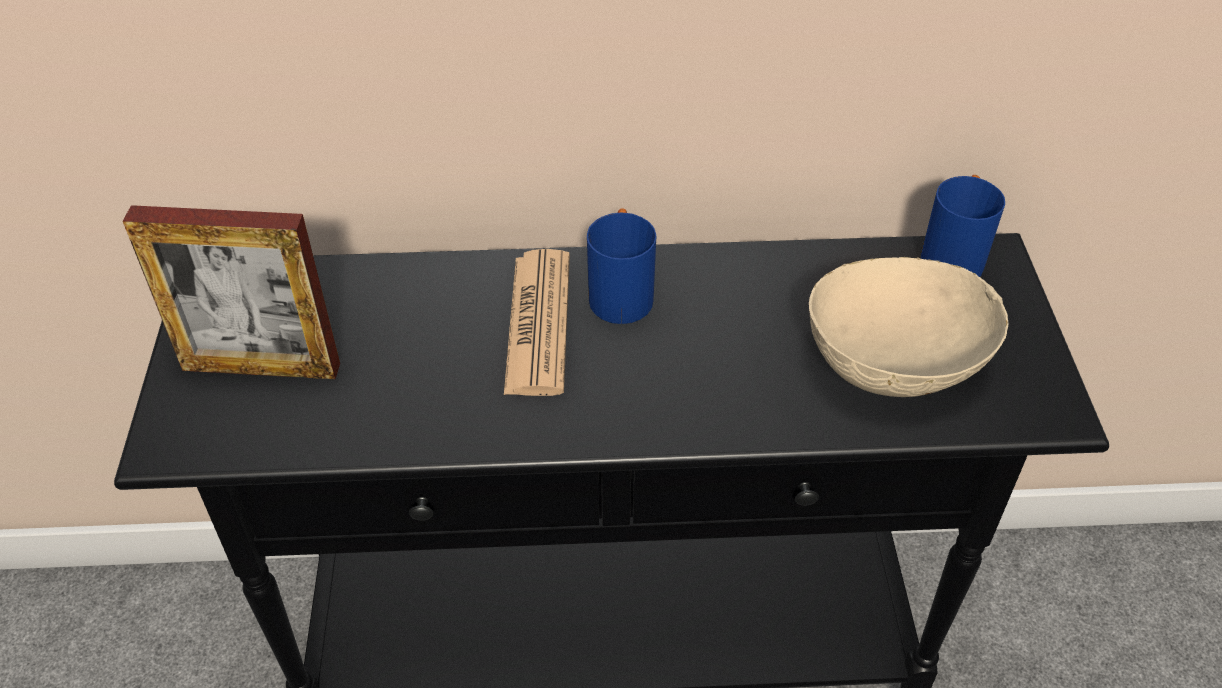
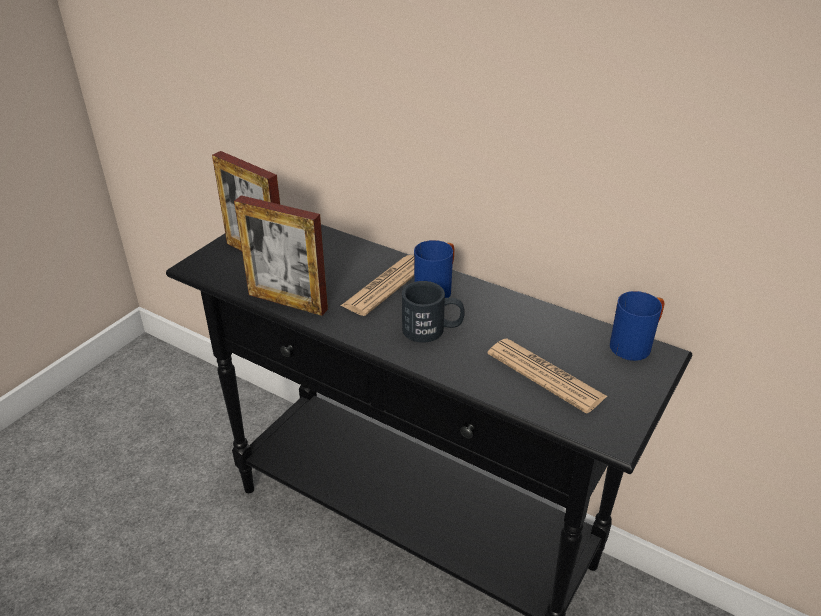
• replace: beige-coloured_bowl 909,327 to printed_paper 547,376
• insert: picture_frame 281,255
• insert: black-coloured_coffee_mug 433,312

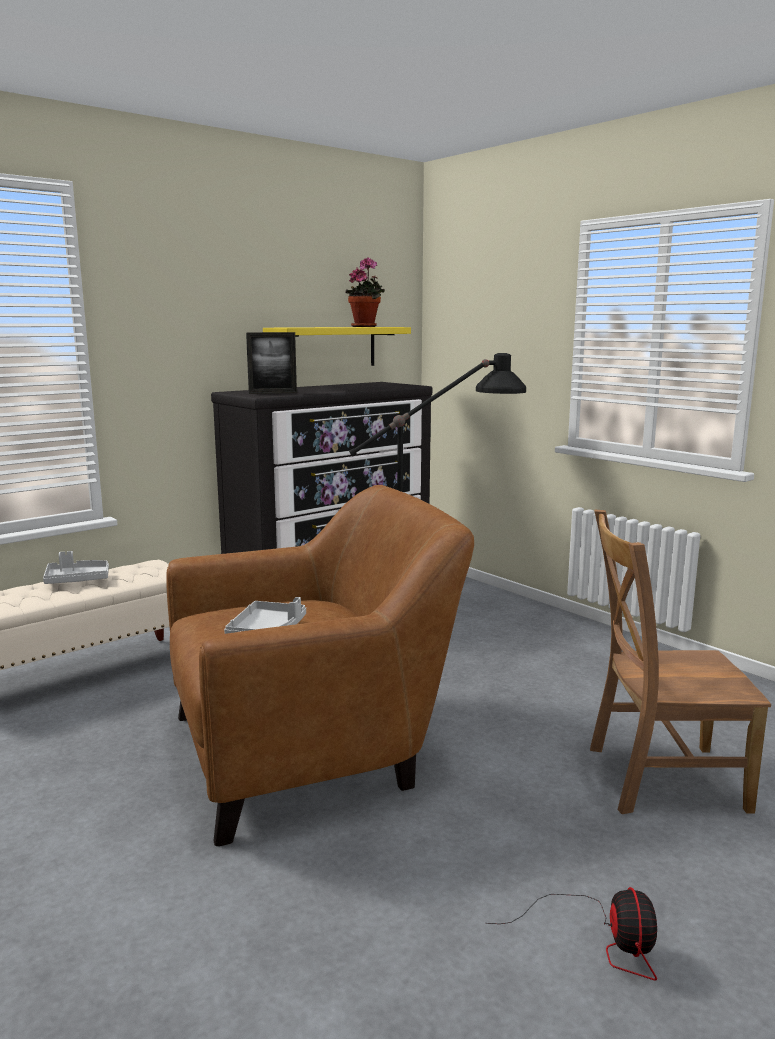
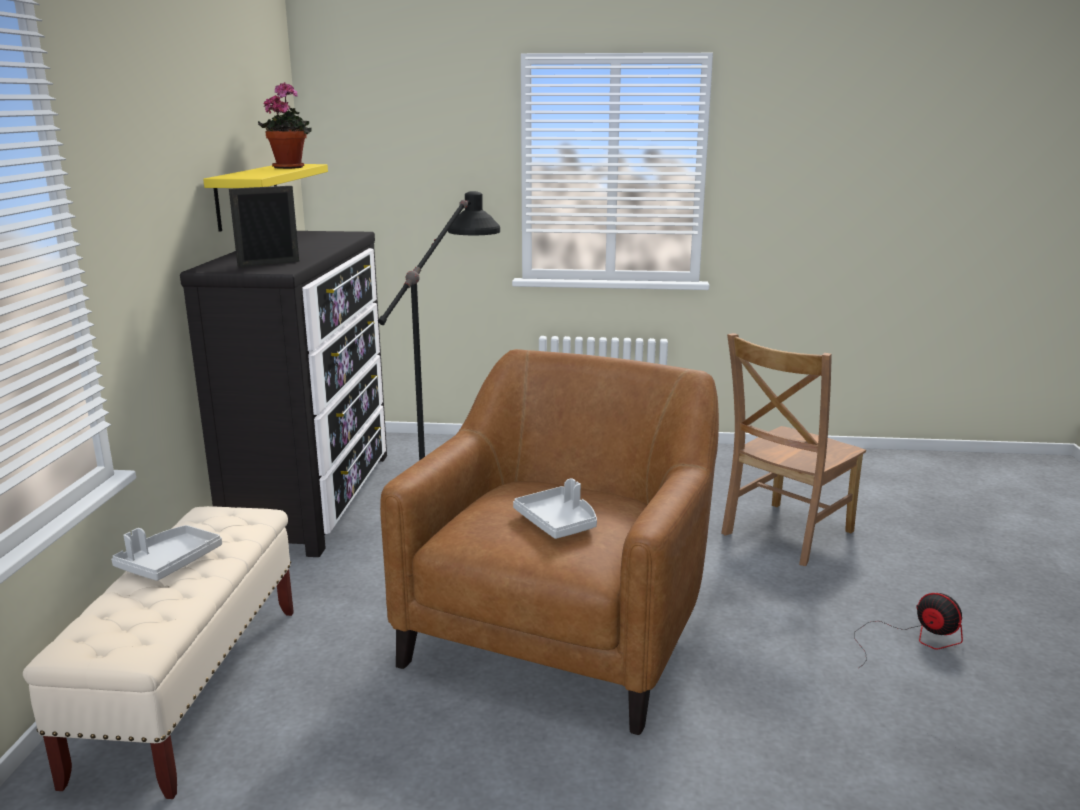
• rotate: picture_frame 271,363 = 264,226 150 degrees counterclockwise

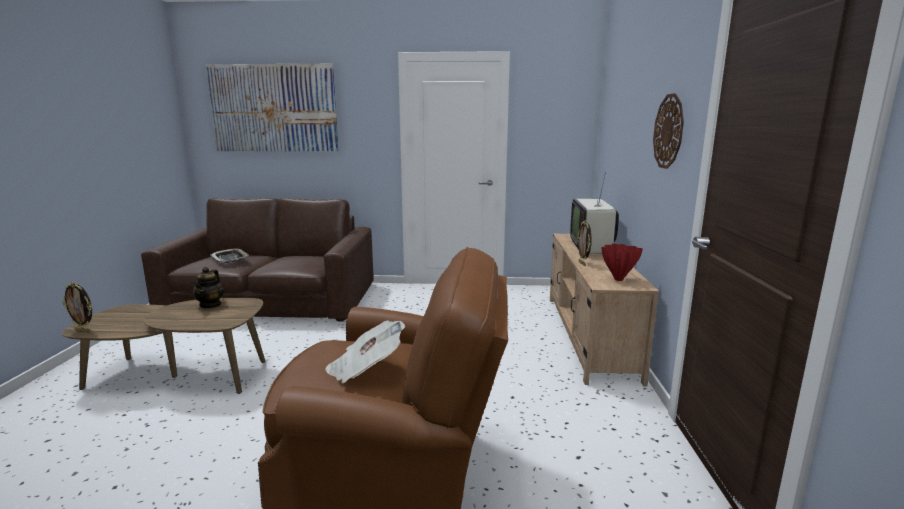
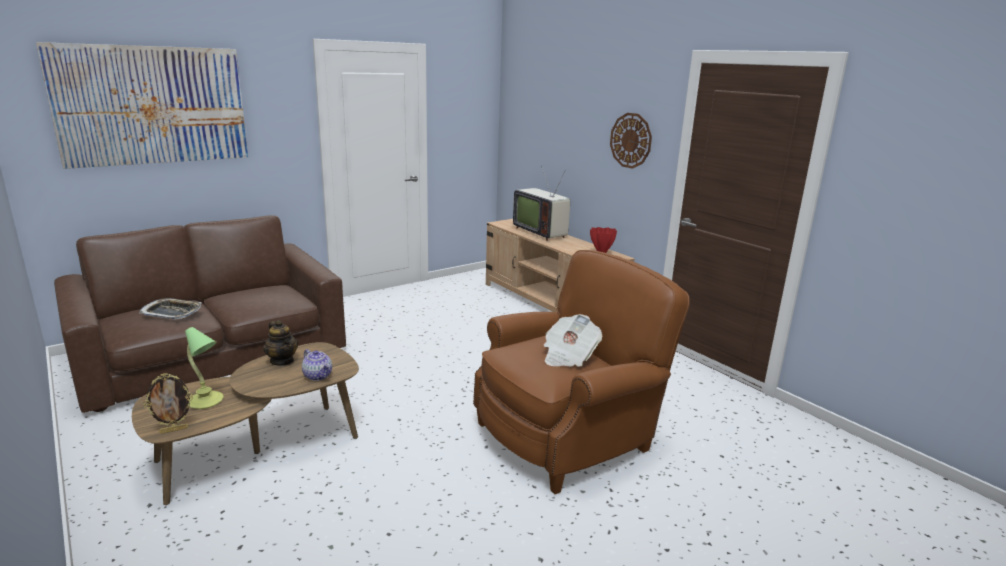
• delete: picture_frame 584,243
• insert: tabletop_lamp 204,368
• insert: tea_pot 317,365

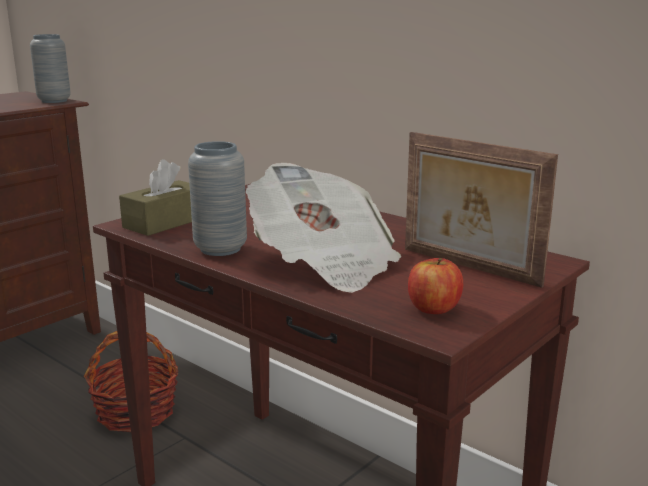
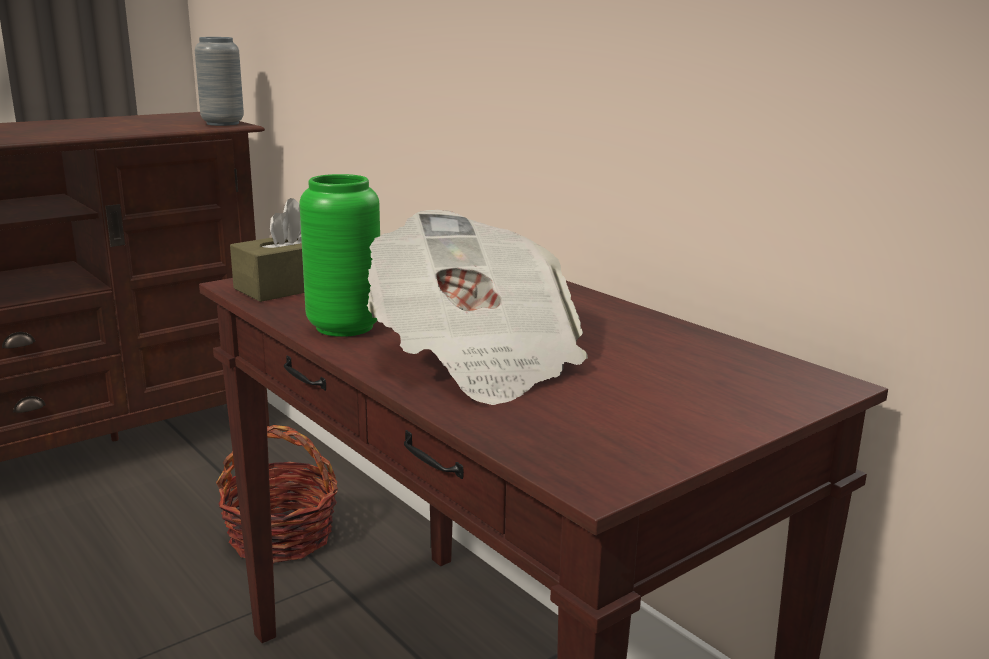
• recolor: grey_vase 217,198 to greenish_vase 339,255
• delete: picture_frame 481,210
• delete: apple_fruit 435,286

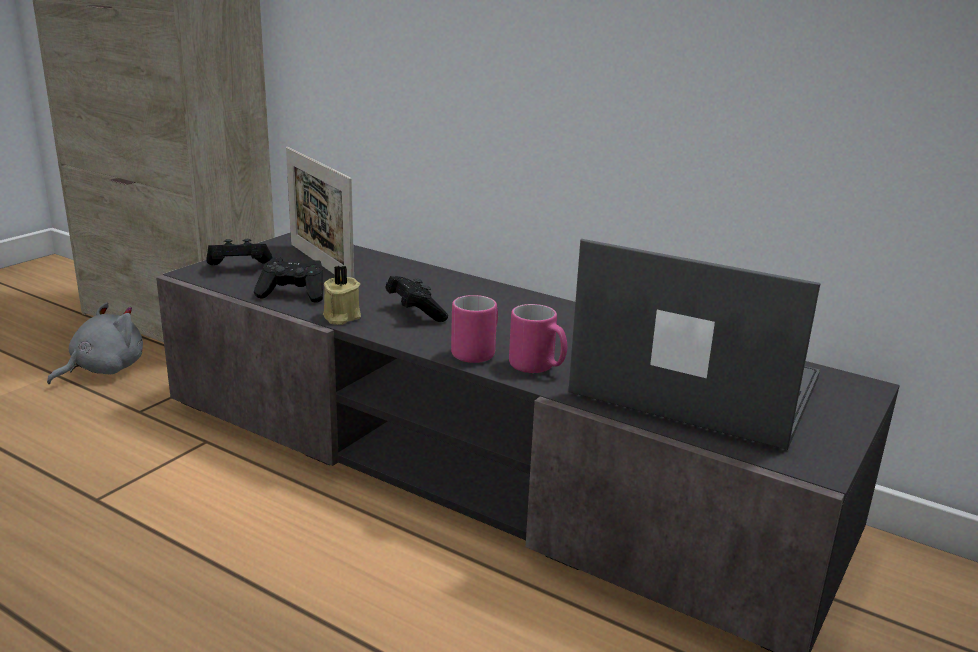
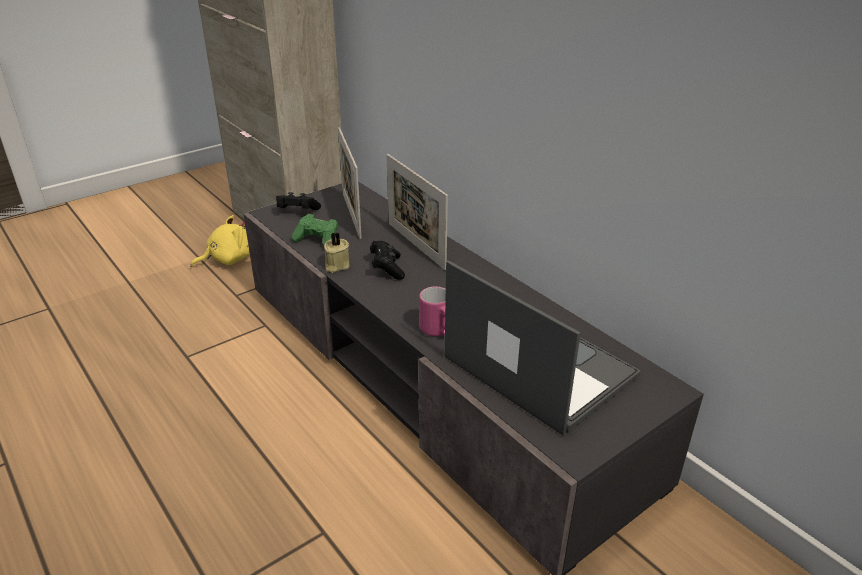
• recolor: grey_cuddly_toy 95,343 to yellow_cuddly_toy 220,241
• recolor: black-coloured_joypad 288,280 to greenish_joypad 315,229
• delete: pinkish_coffee_mug 474,329
• insert: picture_frame 417,212

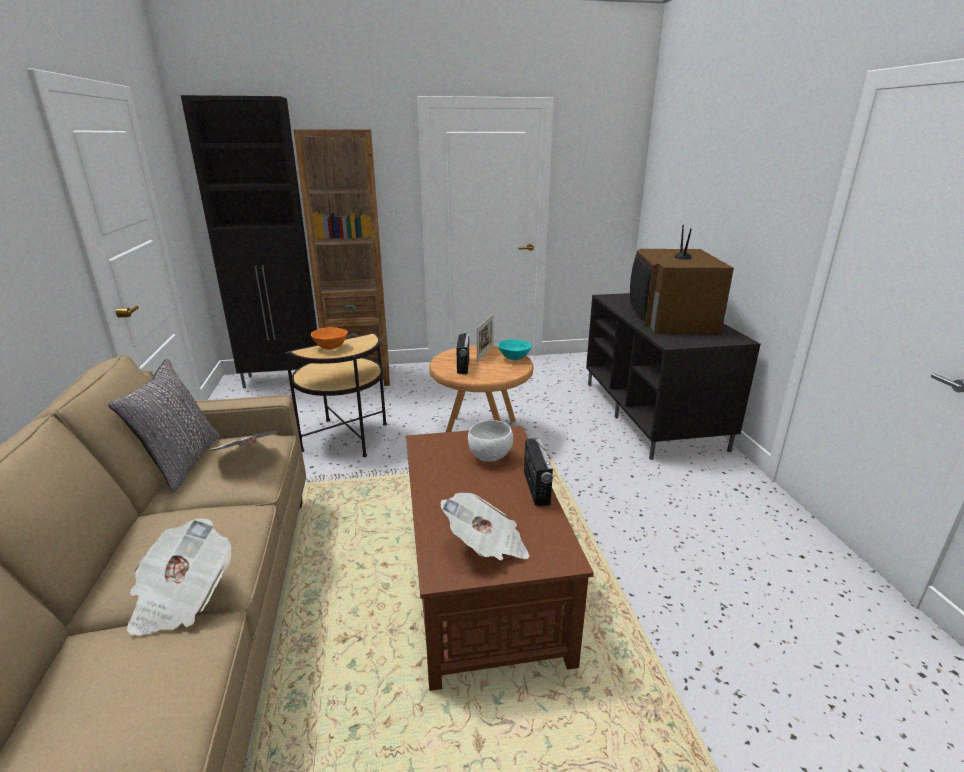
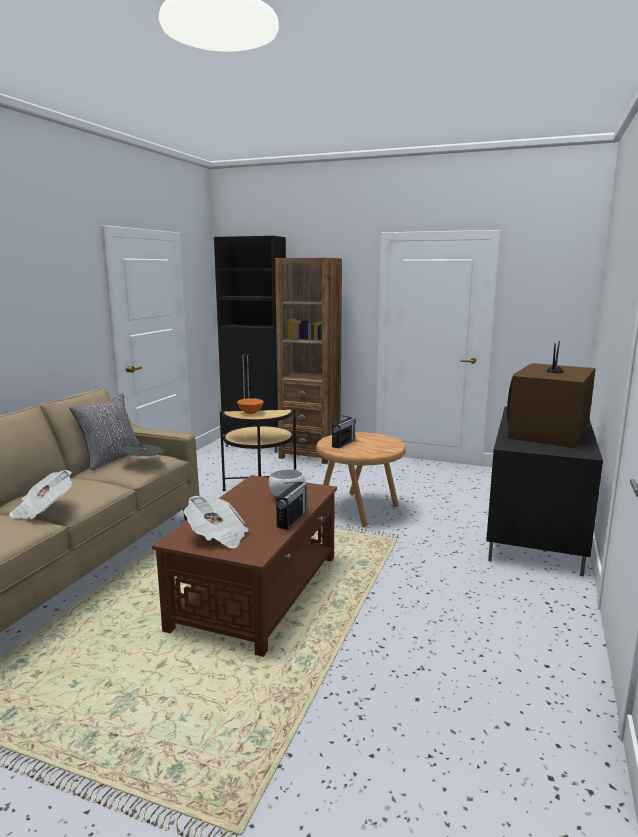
• delete: picture_frame 485,338
• delete: blue-green_bowl 515,349

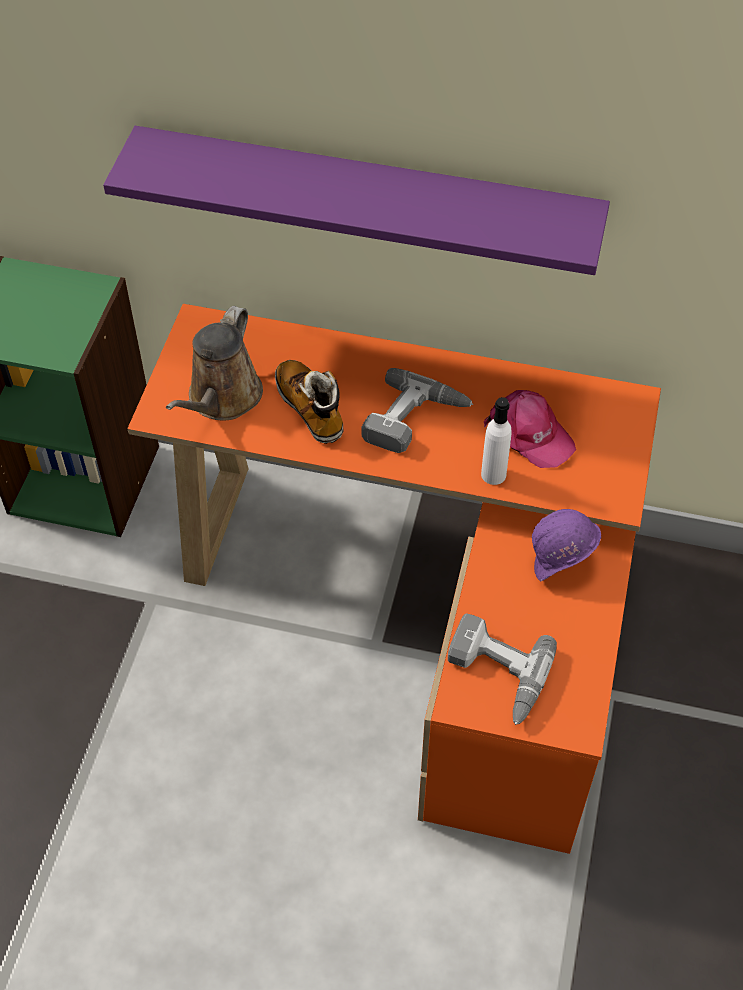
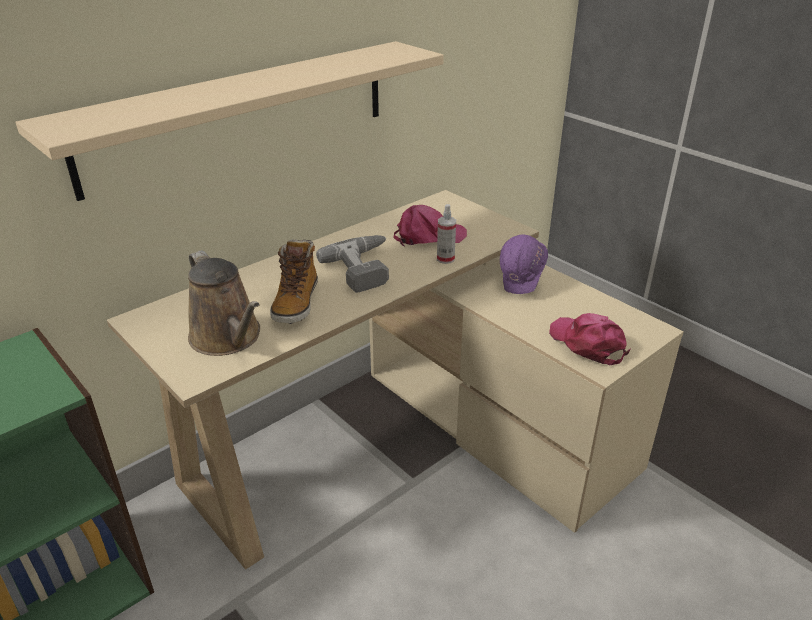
• recolor: purple-coloured_wall_shelf 356,200 to beige-coloured_wall_shelf 230,121
• recolor: orange-coloured_desk_table 394,579 to beige-coloured_desk_table 395,380
• rotate: high-top_boot 309,402 = 294,281 90 degrees counterclockwise
• replace: drill 502,669 to pinkish_peaked_cap 590,339
• replace: white_drink_bottle 496,441 to hand_sprayer 446,234

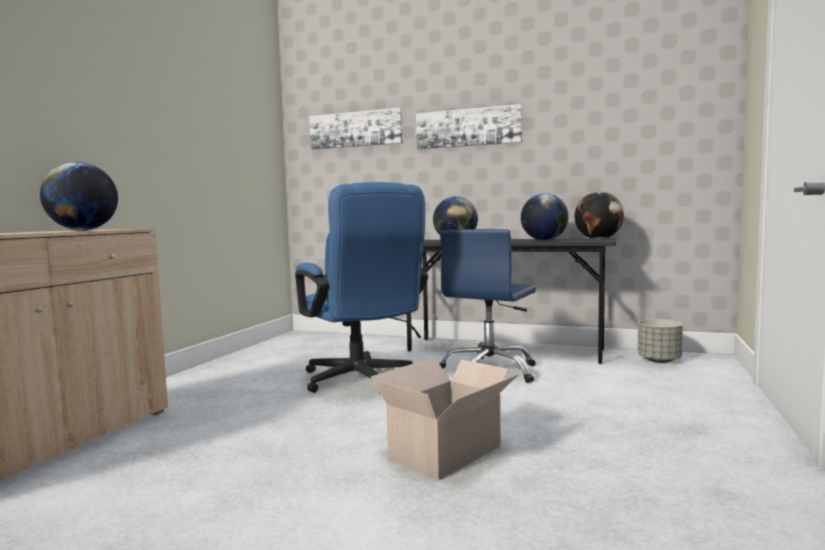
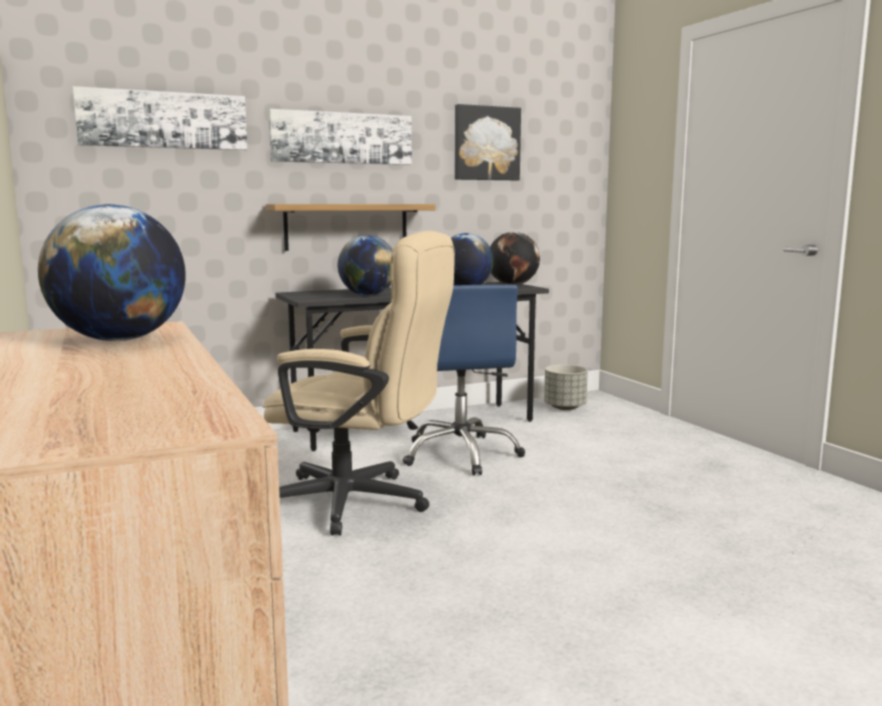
• recolor: blue_computer_chair 361,287 to beige-coloured_computer_chair 359,383
• delete: cardboard_box 444,418
• insert: wall_shelf 350,227
• insert: wall_art 488,142

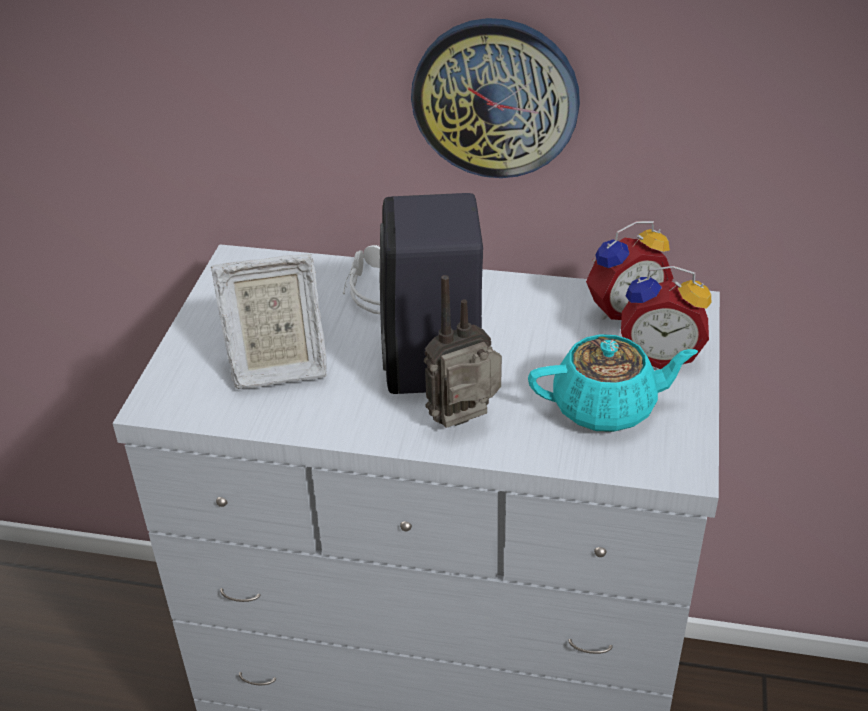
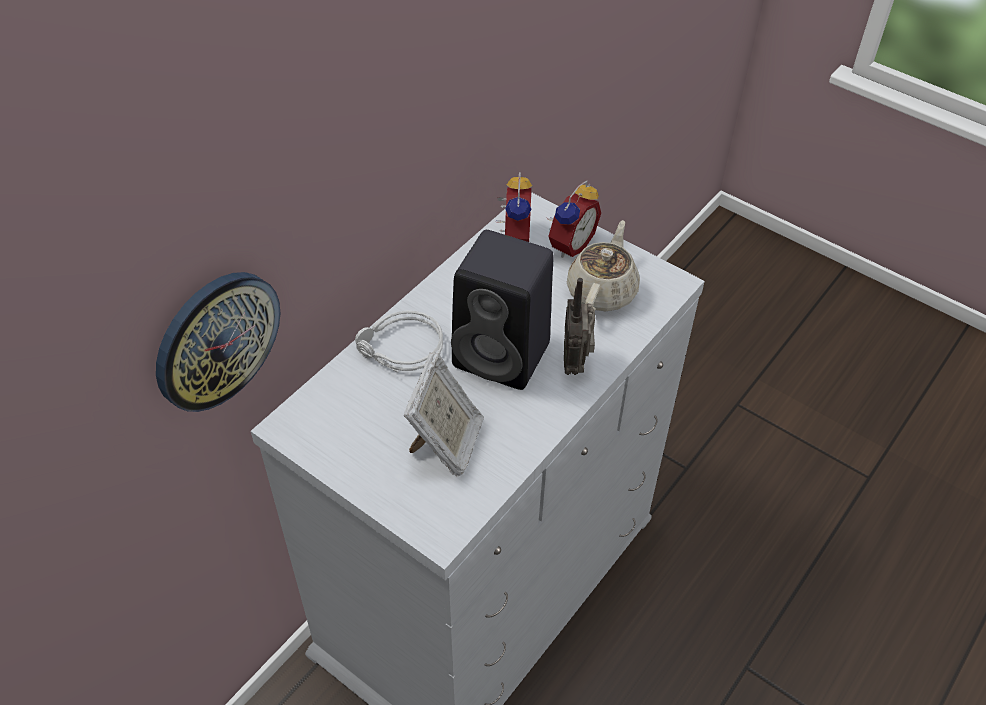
• move: clock_on_the_wall 495,98 to 218,342
• recolor: blue-green_tea_pot 613,383 to beige-coloured_tea_pot 603,265

